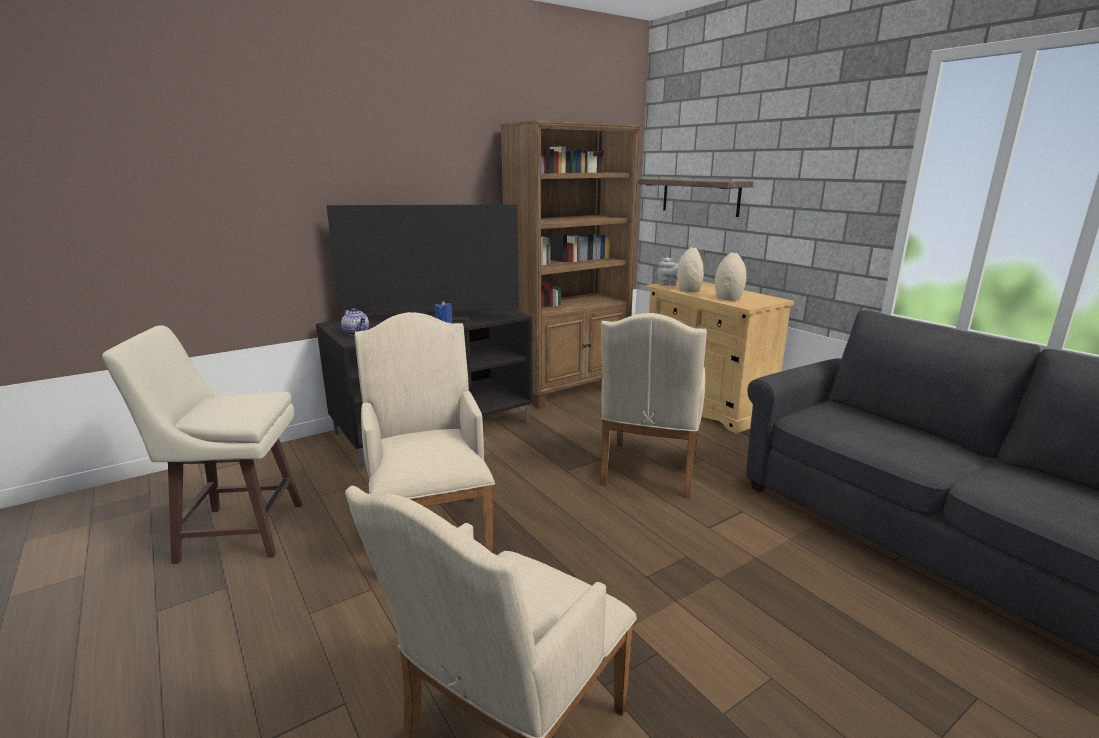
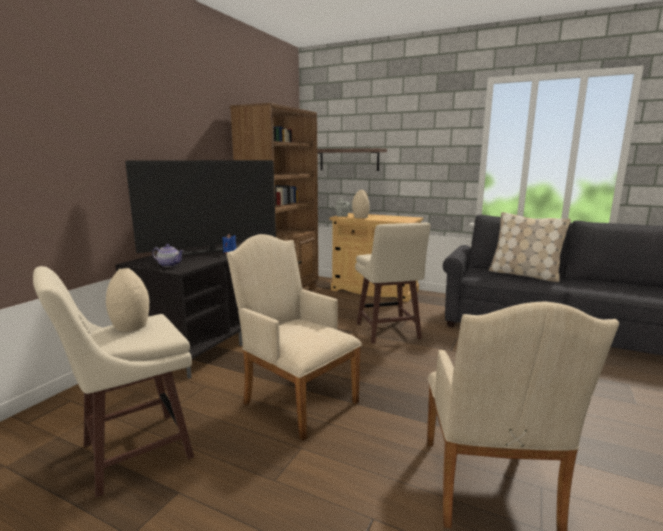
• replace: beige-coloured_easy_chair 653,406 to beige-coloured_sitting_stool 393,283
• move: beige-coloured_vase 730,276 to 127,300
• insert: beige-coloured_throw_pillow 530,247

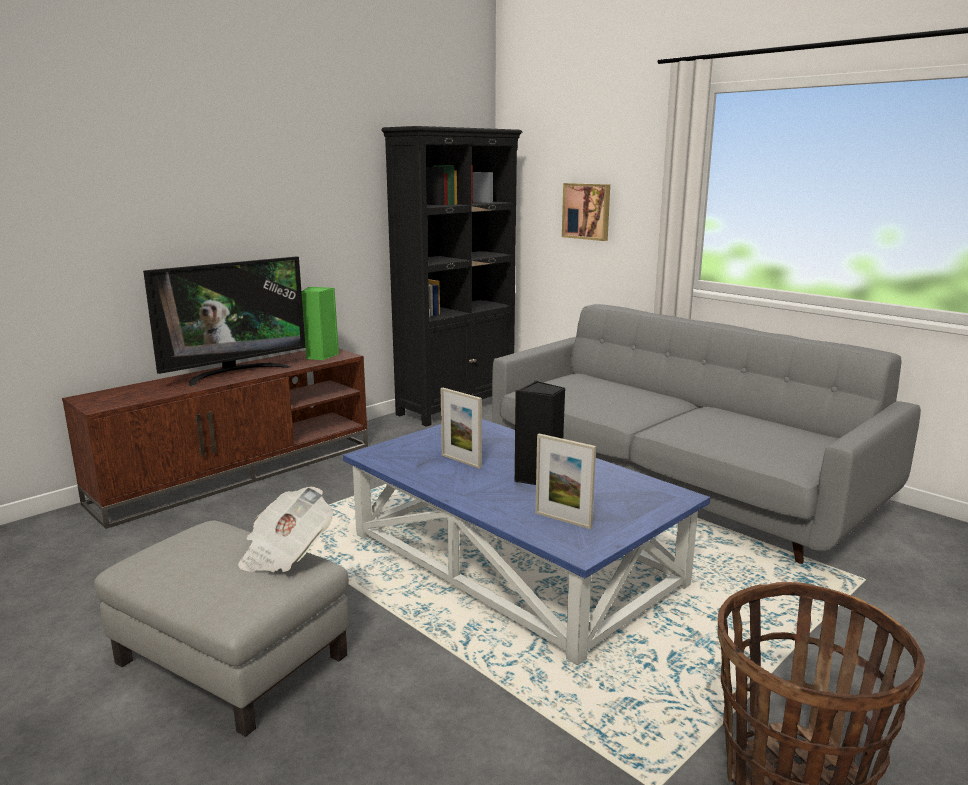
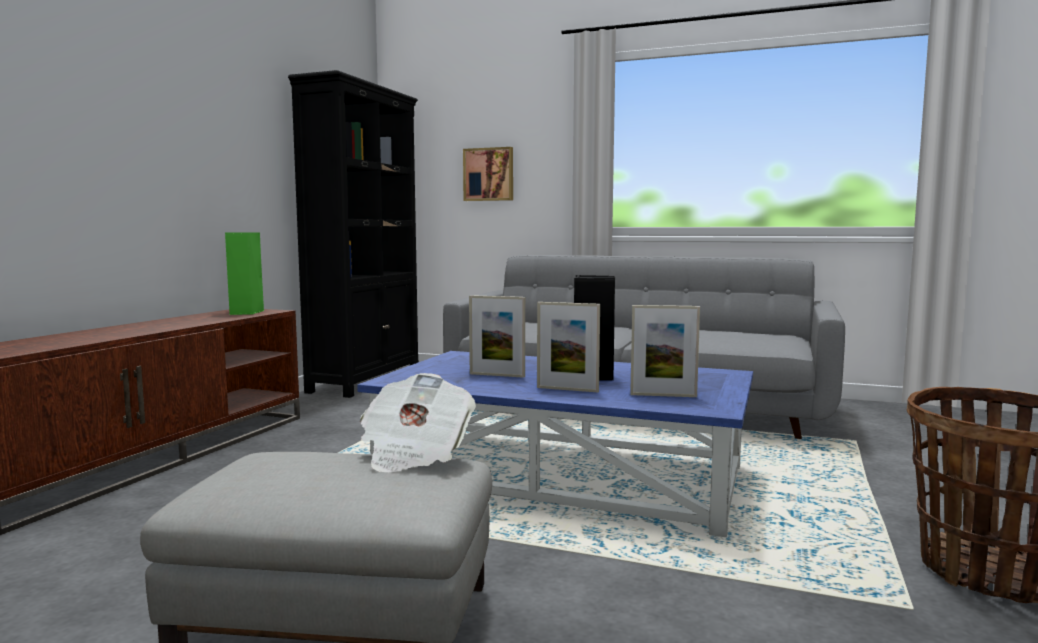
• delete: television 224,321
• insert: picture_frame 568,347

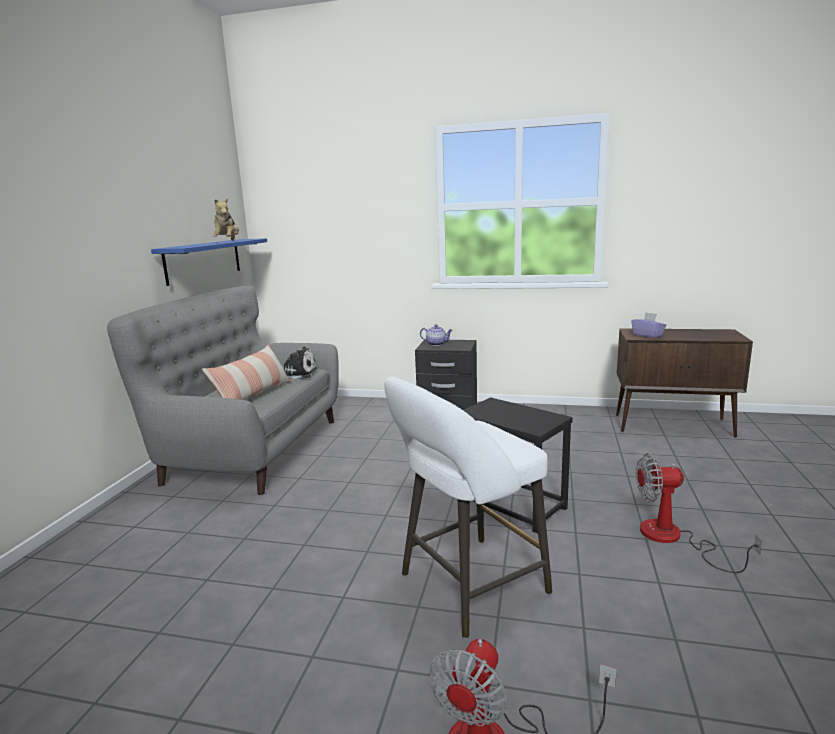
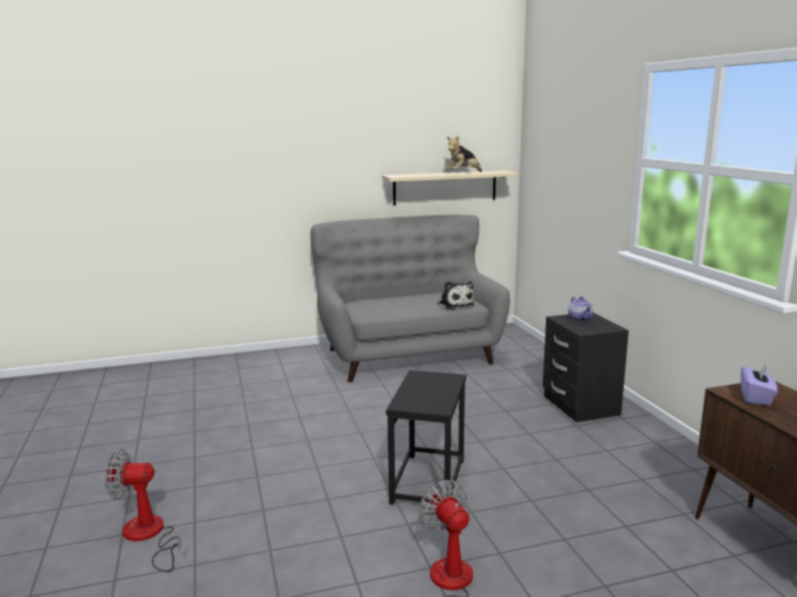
• recolor: blue_wall_shelf 209,262 to beige-coloured_wall_shelf 450,187
• delete: throw_pillow 246,372
• delete: white_sitting_stool 468,508

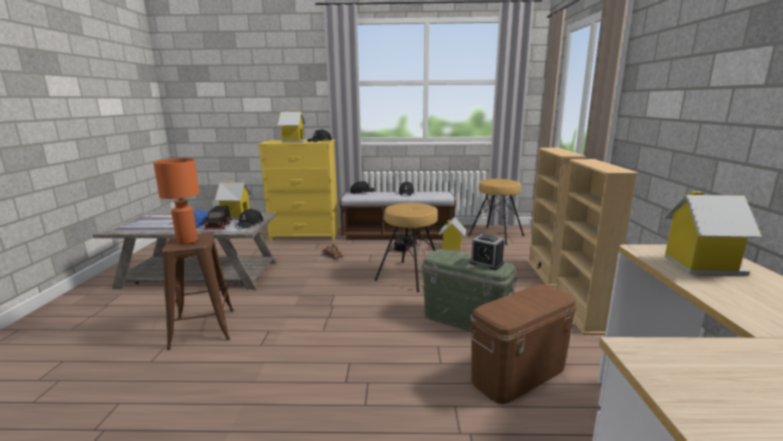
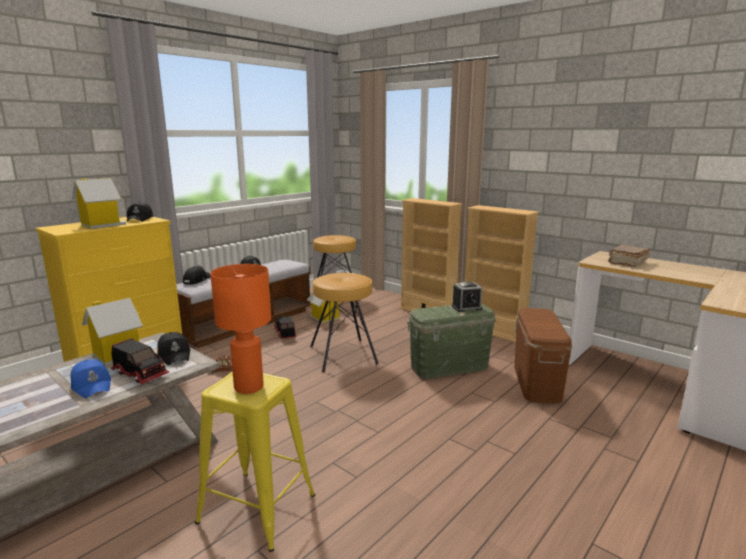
• recolor: brownish_sitting_stool 197,291 to yellow_sitting_stool 255,462
• replace: model_house 712,233 to brownish_bound_book 629,255

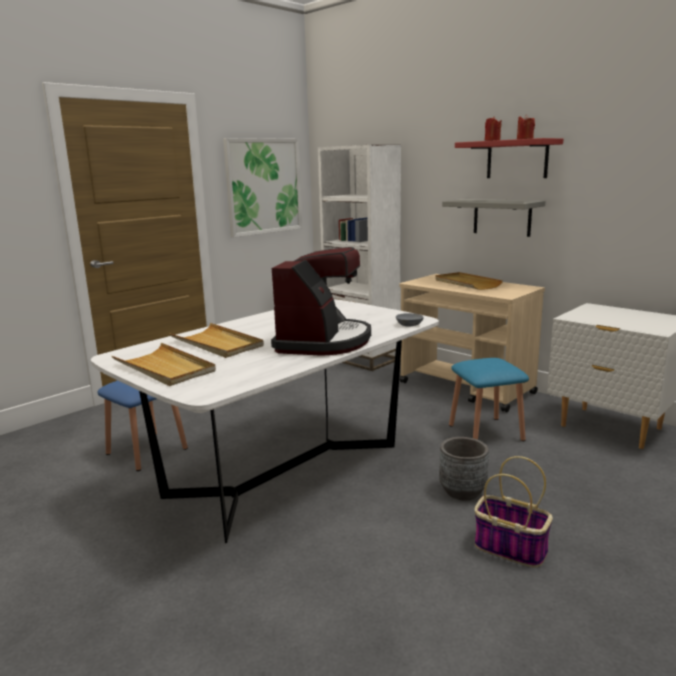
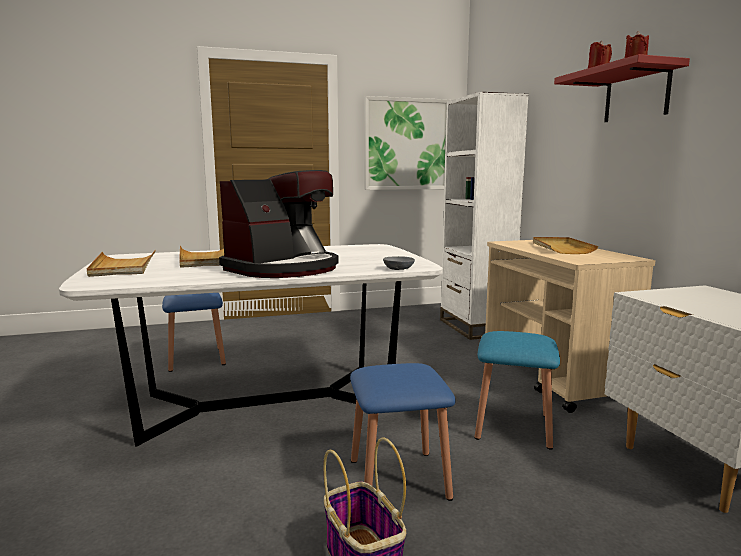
• replace: grey_flower_pot 464,468 to blue_sitting_stool 403,432
• delete: grey_wall_shelf 493,218

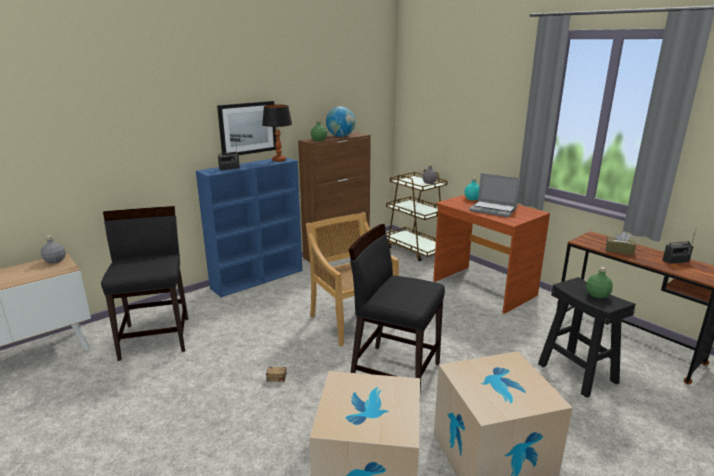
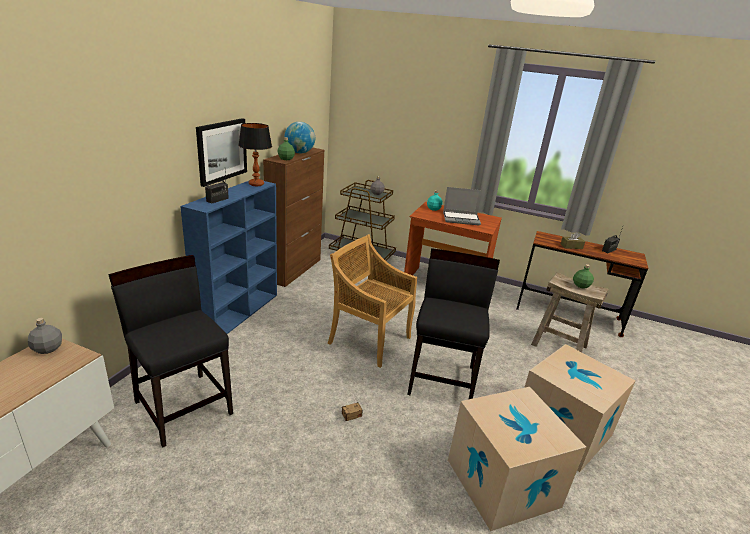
• rotate: black-coloured_upright_chair 397,307 = 453,323 105 degrees clockwise
• recolor: black-coloured_sitting_stool 587,337 to beige-coloured_sitting_stool 569,312

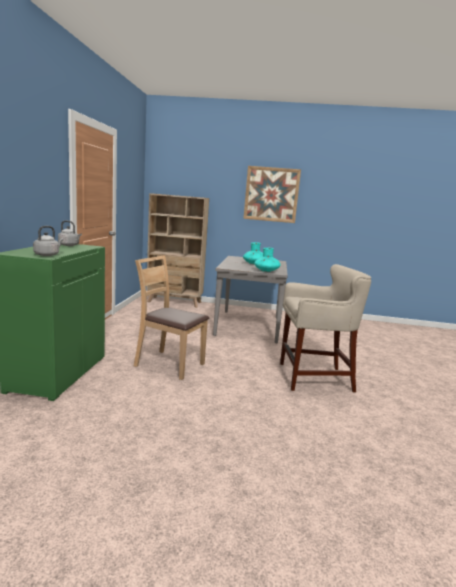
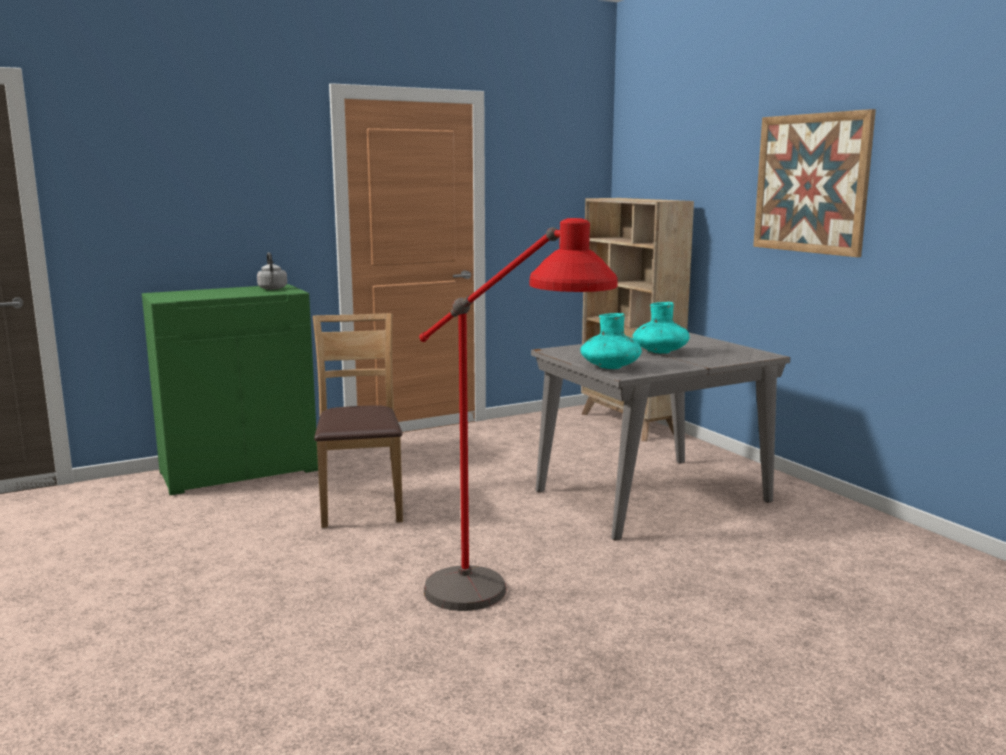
• delete: grey_tea_kettle 48,241
• replace: beige-coloured_sitting_stool 325,328 to red-coloured_floor_lamp 518,414

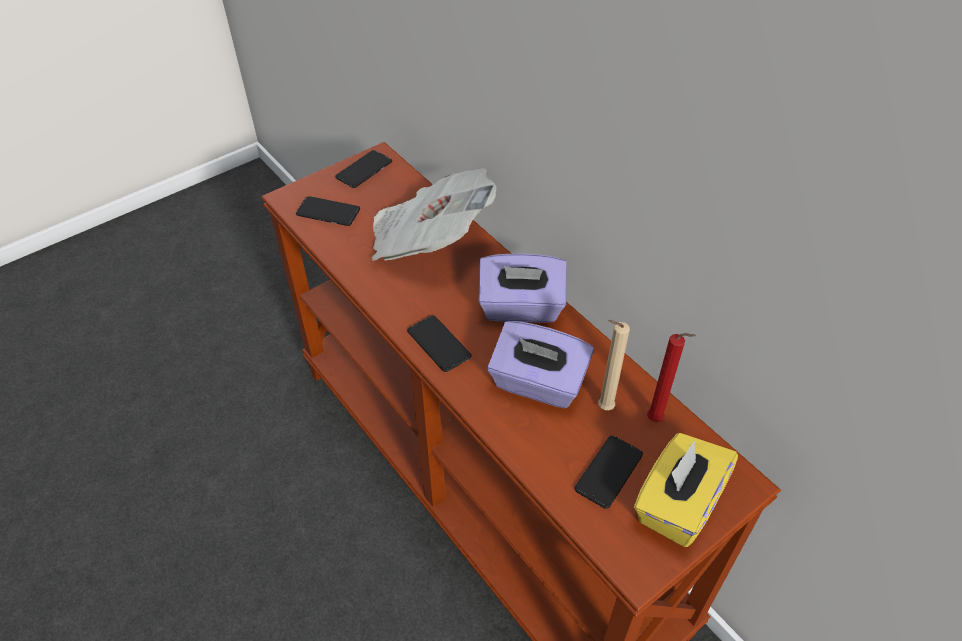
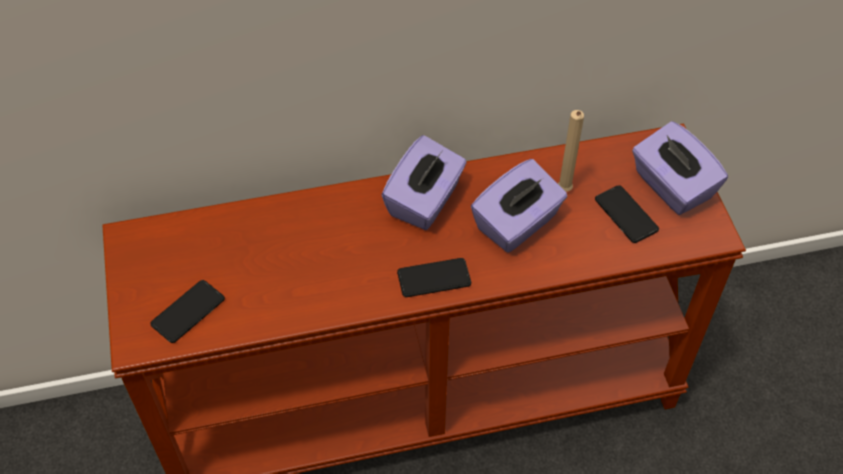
• delete: handset 363,169
• delete: printed_paper 434,214
• recolor: yellow_tissue_box 686,490 to purple-coloured_tissue_box 680,168
• delete: red-coloured_wax_candle 671,377

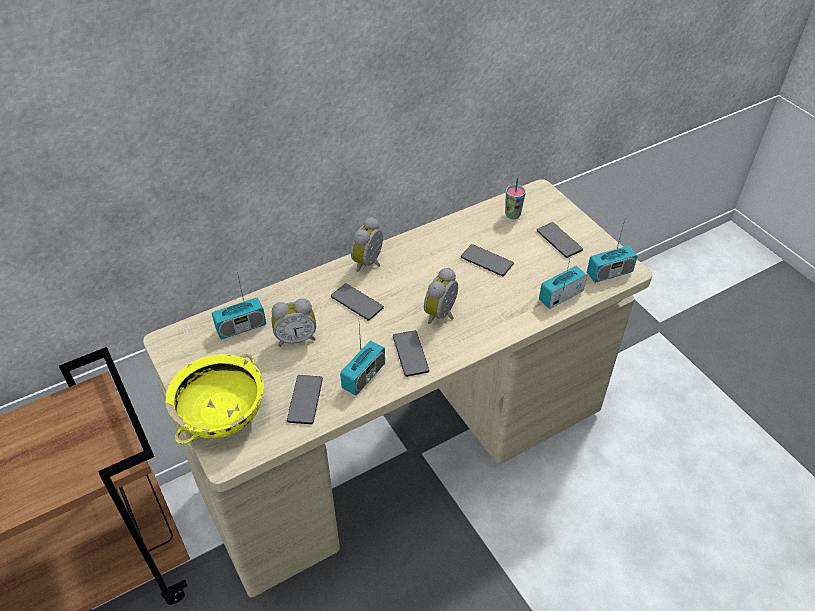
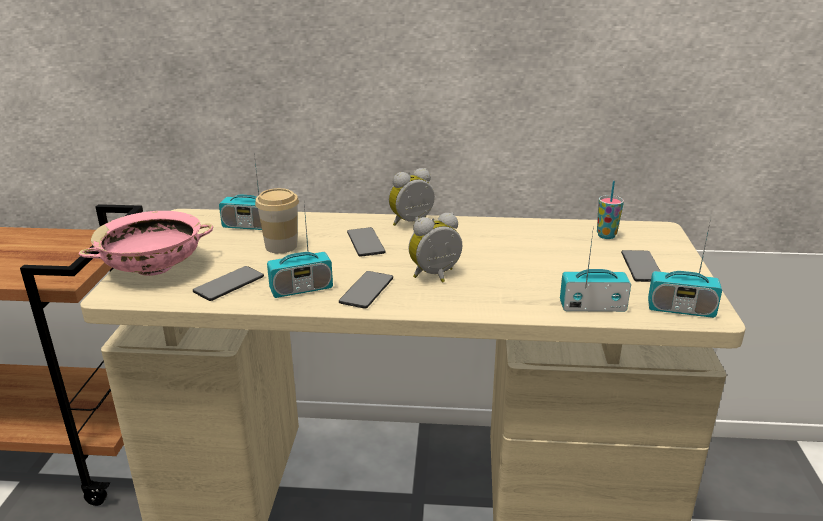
• recolor: yellow_bowl 214,398 to pinkish_bowl 146,243
• replace: bedside_clock 293,322 to drinking_cup 277,221
• delete: handset 487,260

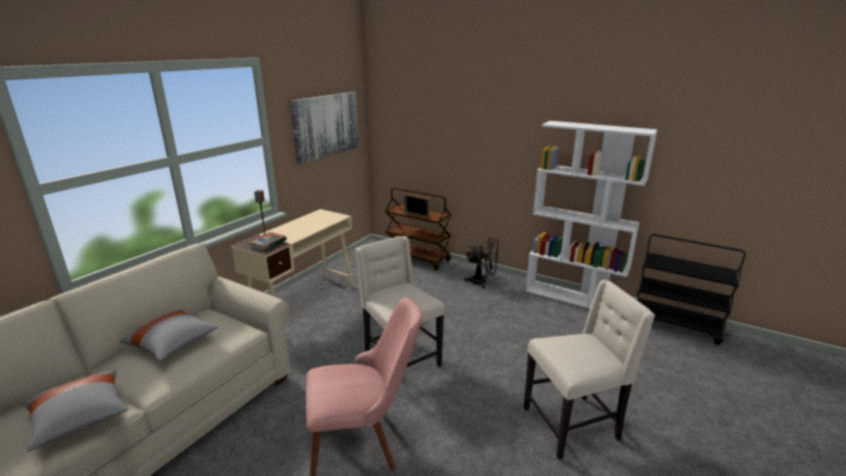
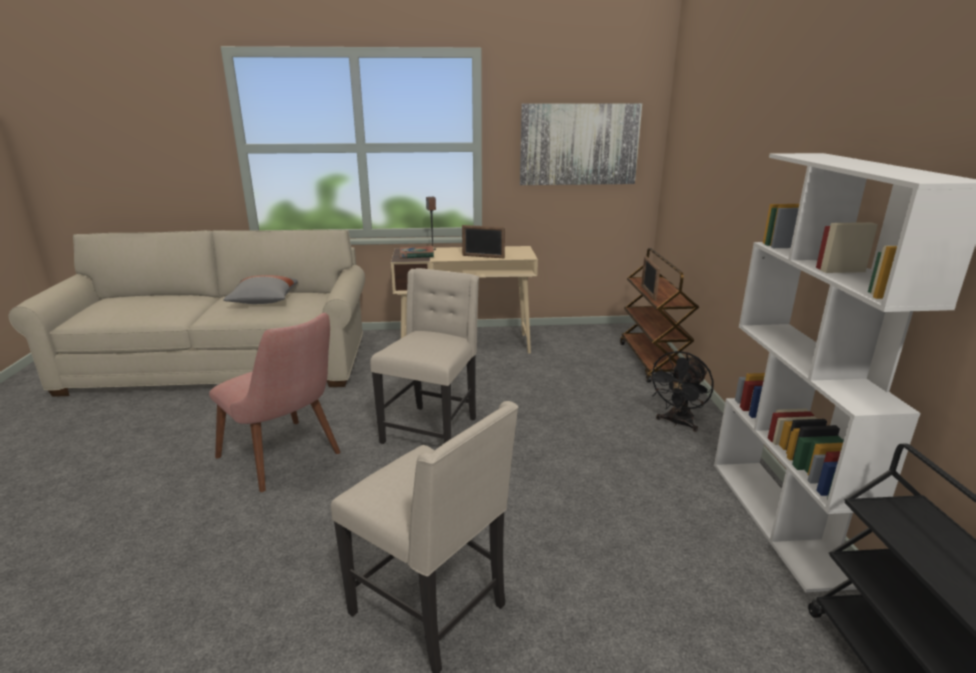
• delete: grey_throw_pillow 75,411
• rotate: black-coloured_electric_fan 481,262 = 680,391 60 degrees clockwise
• insert: picture_frame 483,241

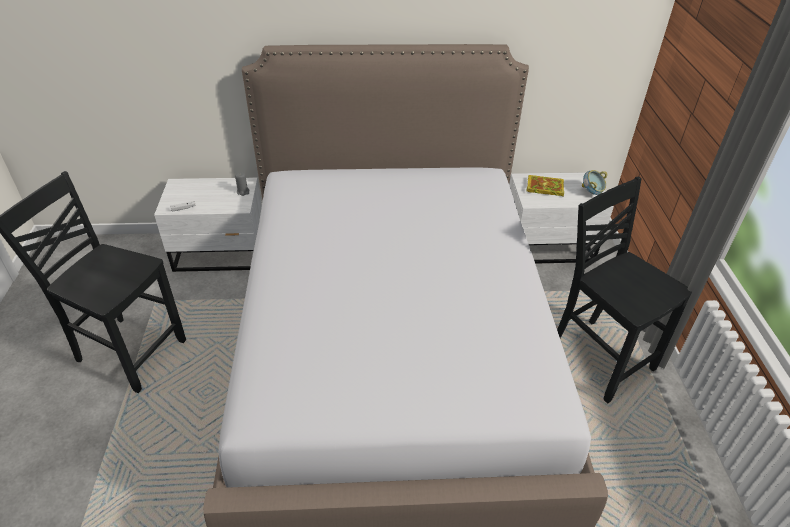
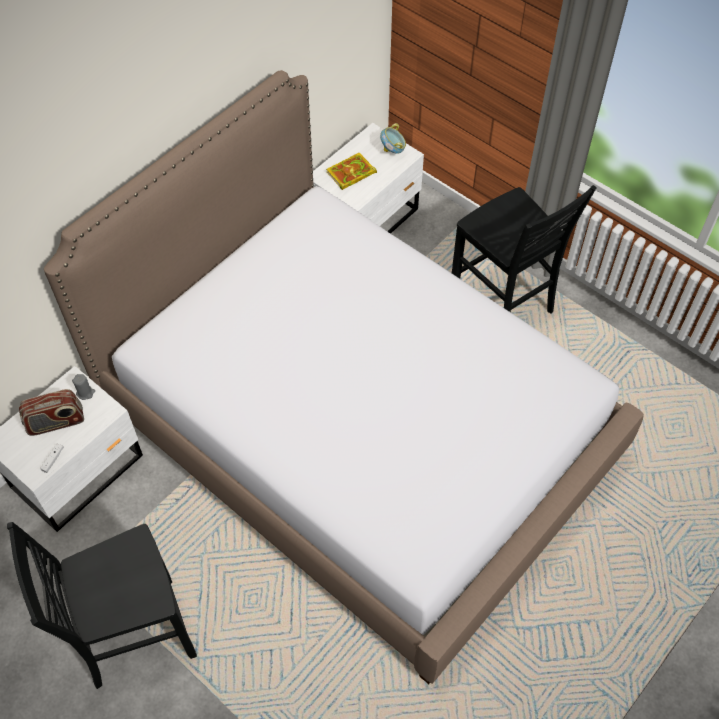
• rotate: black-coloured_upright_chair 624,289 = 524,249 135 degrees counterclockwise
• insert: radio 51,412

